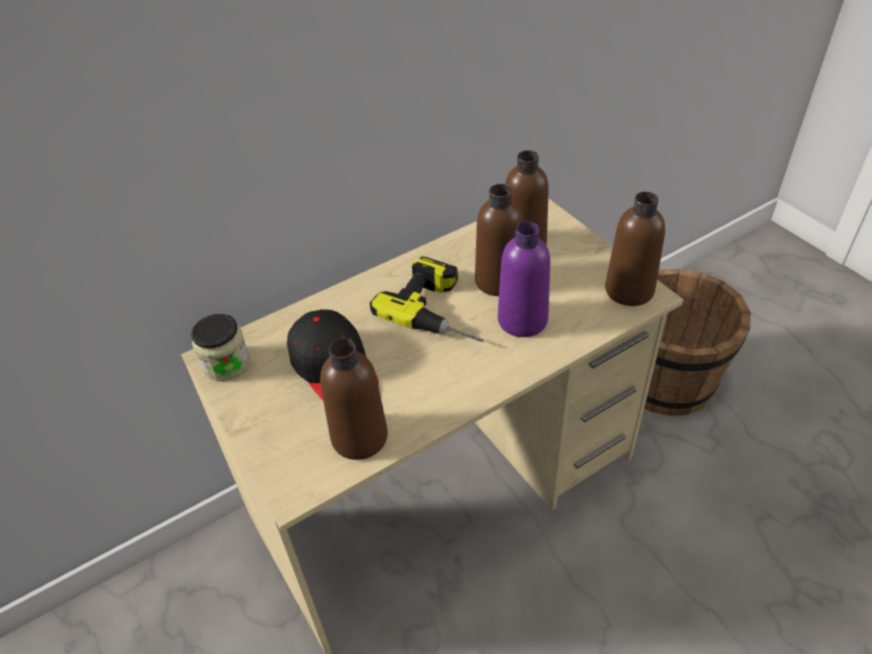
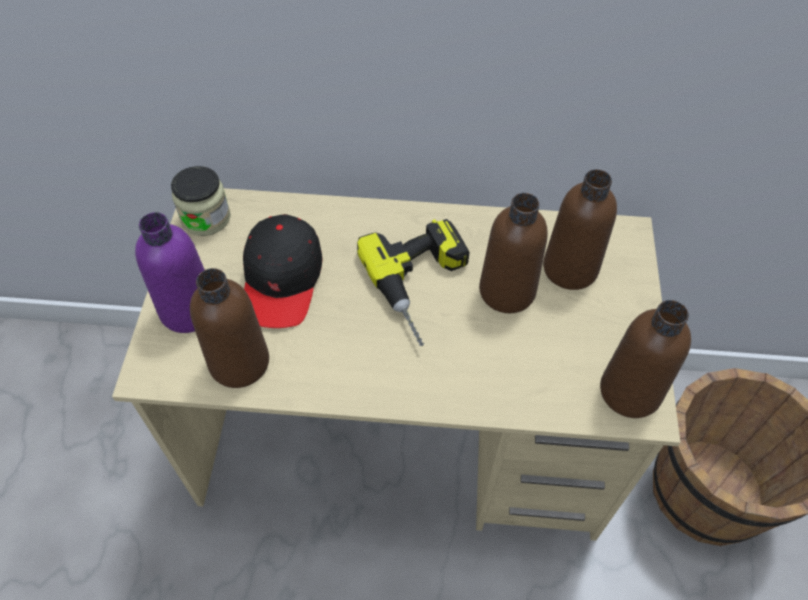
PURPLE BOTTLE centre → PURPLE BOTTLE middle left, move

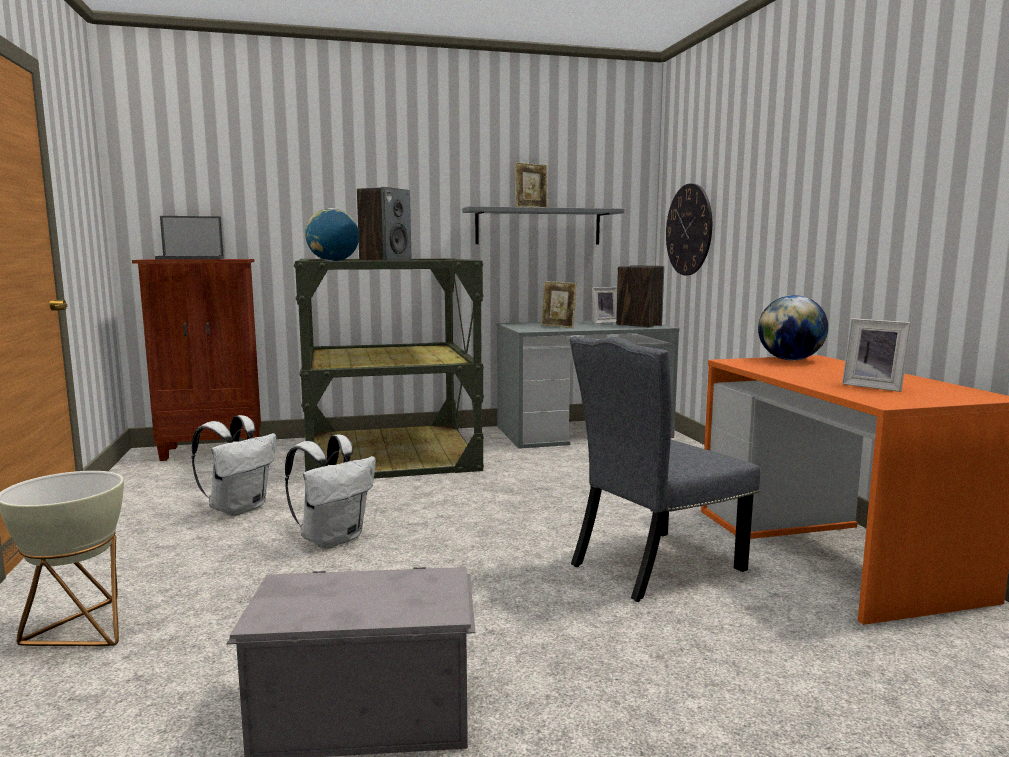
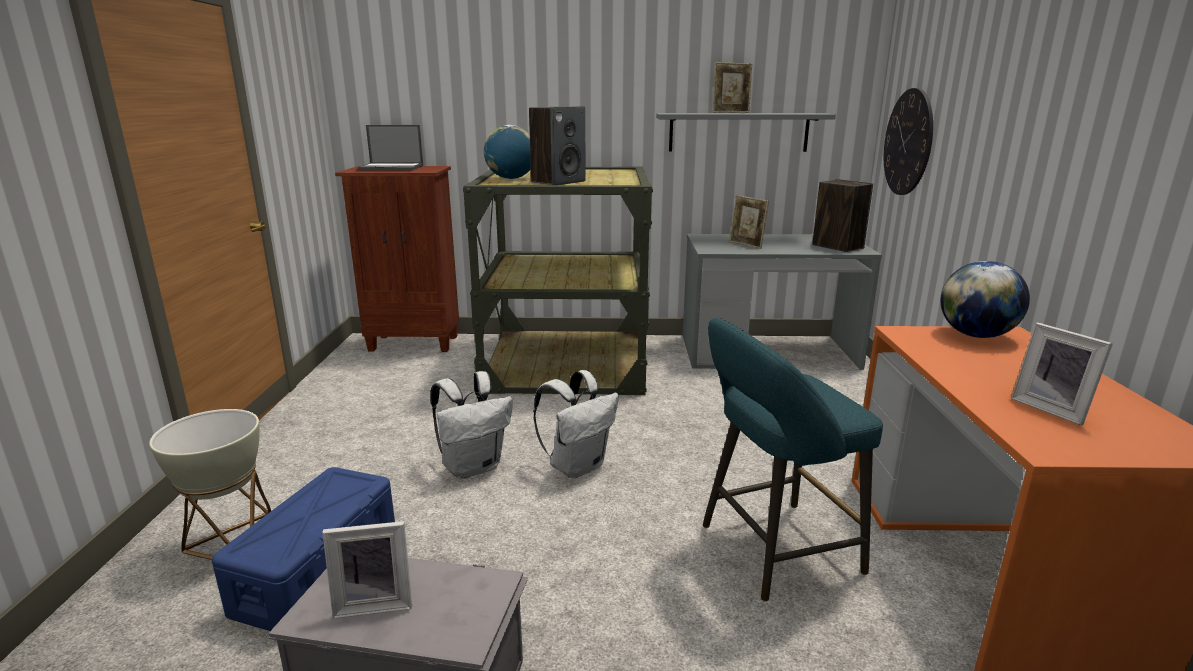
PICTURE FRAME (3rd from left in the first image) centre → PICTURE FRAME (1st from left) bottom left, move
GREY CHAIR centre → TURQUOISE STOOL bottom centre
WHITE BACKPACK (1st from left in the first image) middle left → WHITE BACKPACK (2nd from left) centre, move
- → BLUE STORAGE BOX bottom left

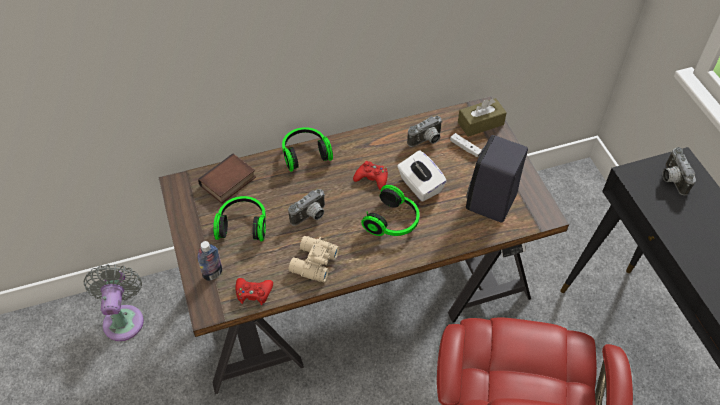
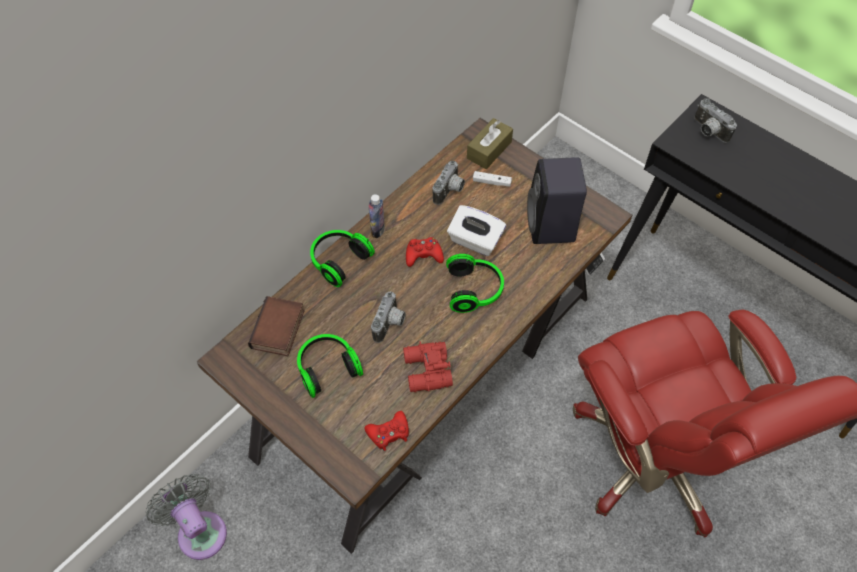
BEIGE BINOCULARS centre → RED BINOCULARS centre
BOTTLE middle left → BOTTLE centre, move

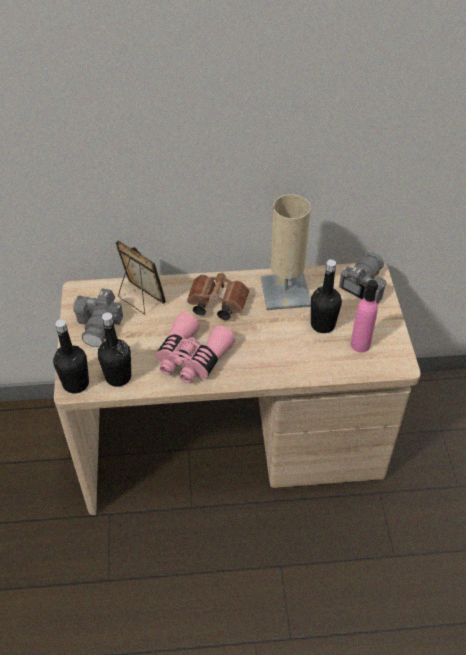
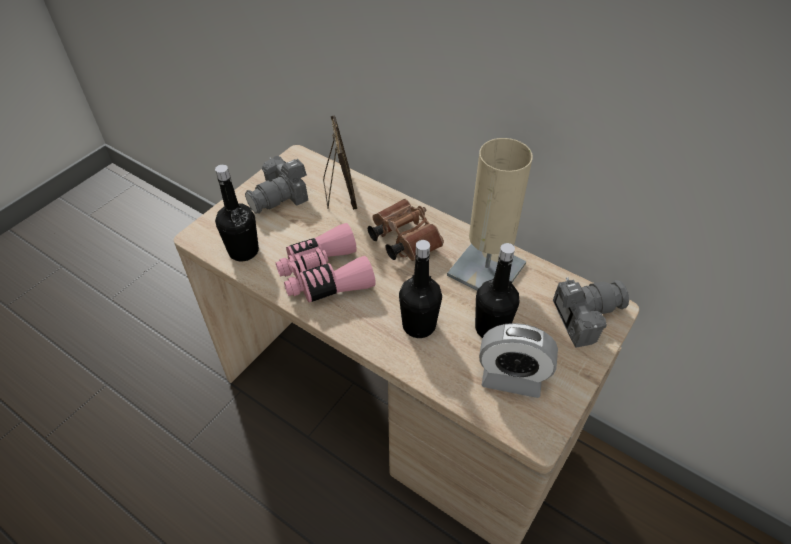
PINK BOTTLE middle right → ALARM CLOCK centre
BLACK BOTTLE (1st from left in the first image) middle left → BLACK BOTTLE (2nd from left) centre, move

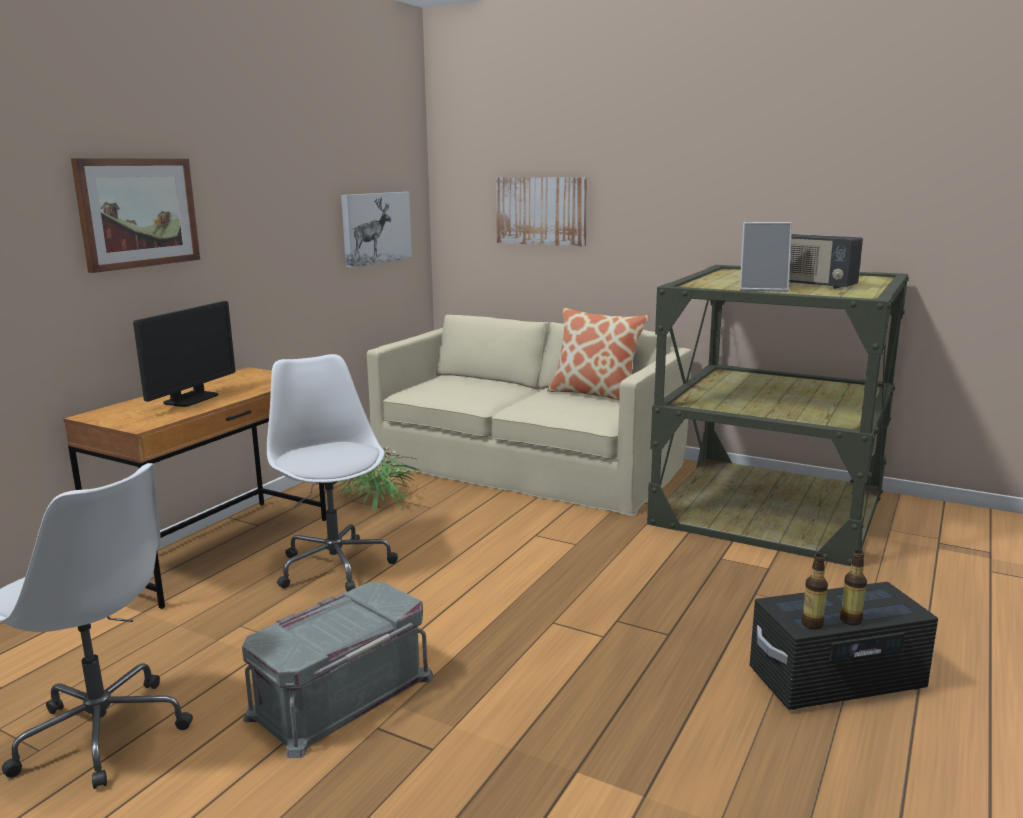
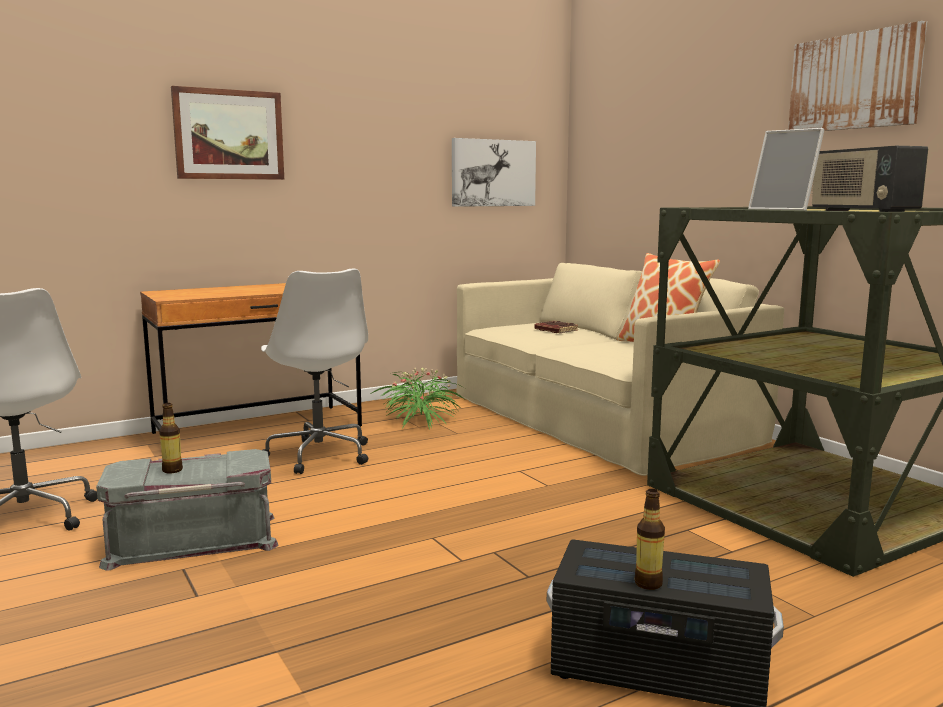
PICTURE (3rd from left) top centre → PICTURE (3rd from left) top right, move
MONITOR middle left → -
WHITE OFFICE CHAIR (2nd from left) middle left → WHITE OFFICE CHAIR (2nd from left) centre, 150 degrees clockwise
BOTTLE (1st from left) bottom right → BOTTLE (1st from left) middle left, move
- → BROWN BOOK centre

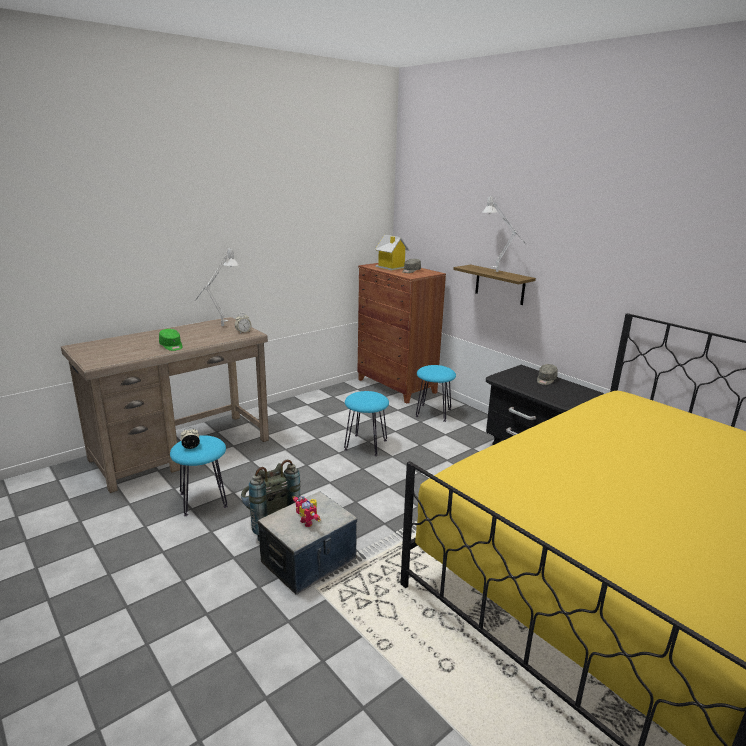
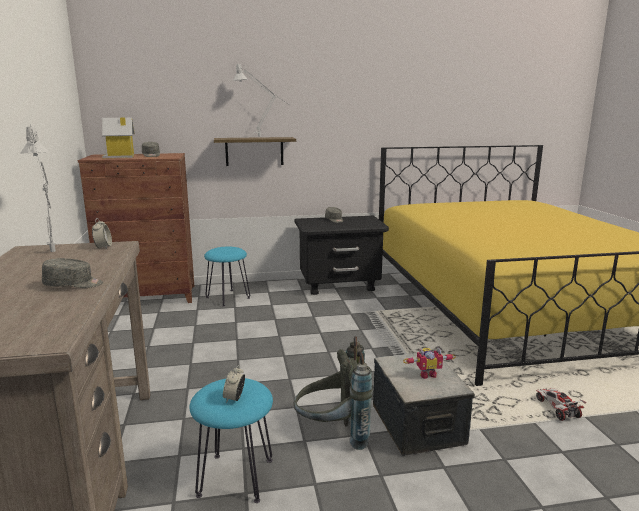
GREEN CAP middle left → GREY CAP (1st from left) middle left
TURQUOISE STOOL (2nd from left) centre → -
- → TOY CAR bottom right

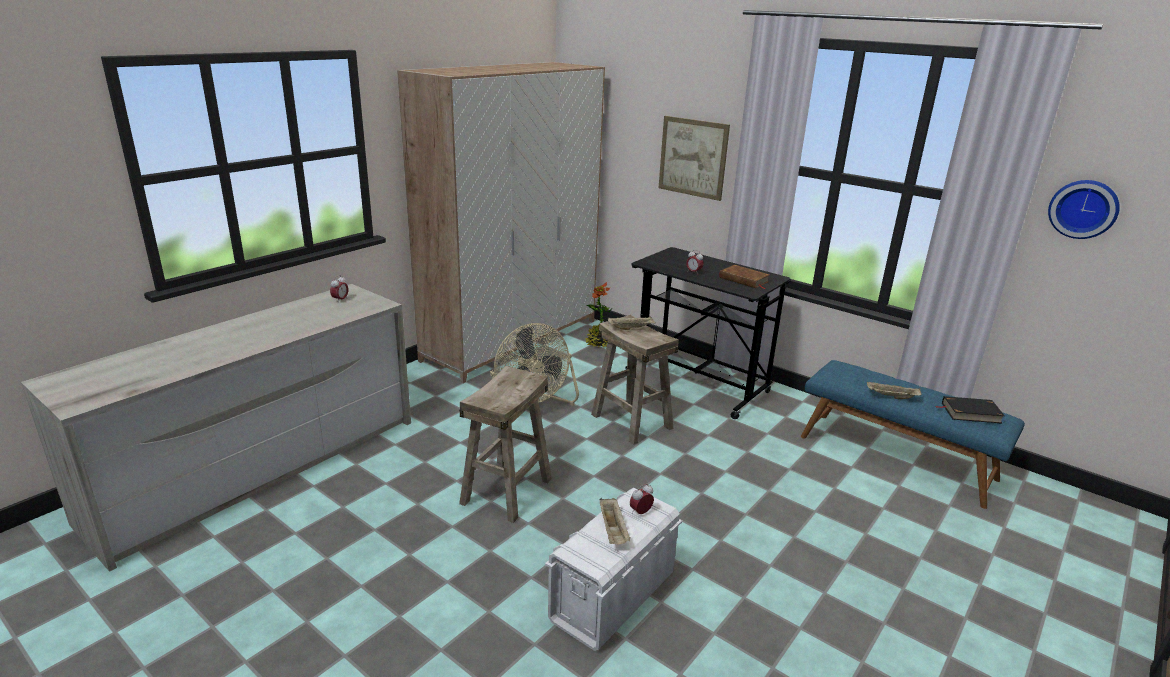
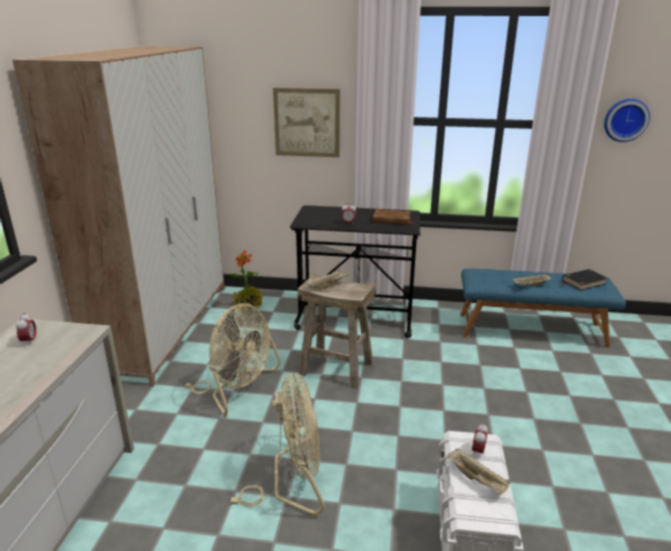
BEIGE STOOL (1st from left) centre → BEIGE FAN (2nd from left) bottom centre

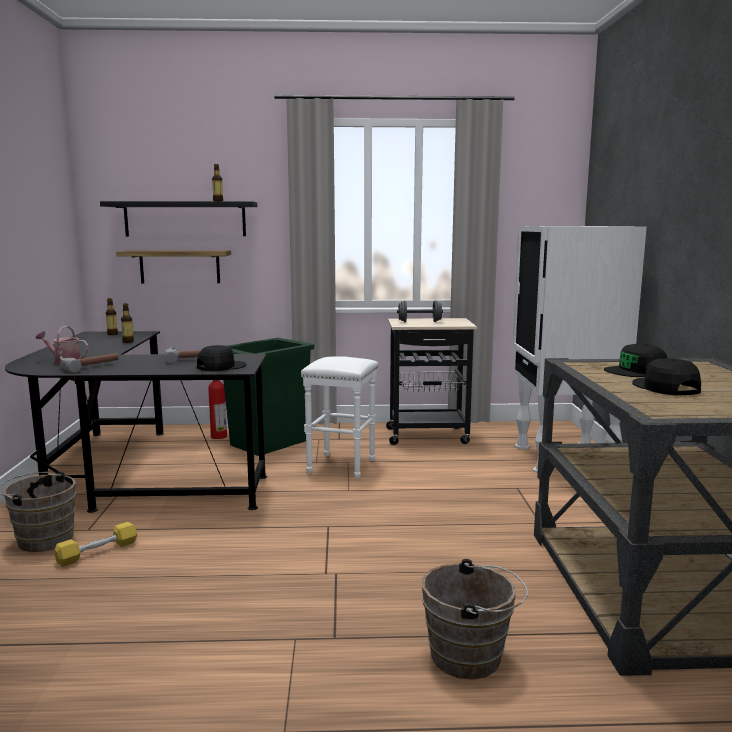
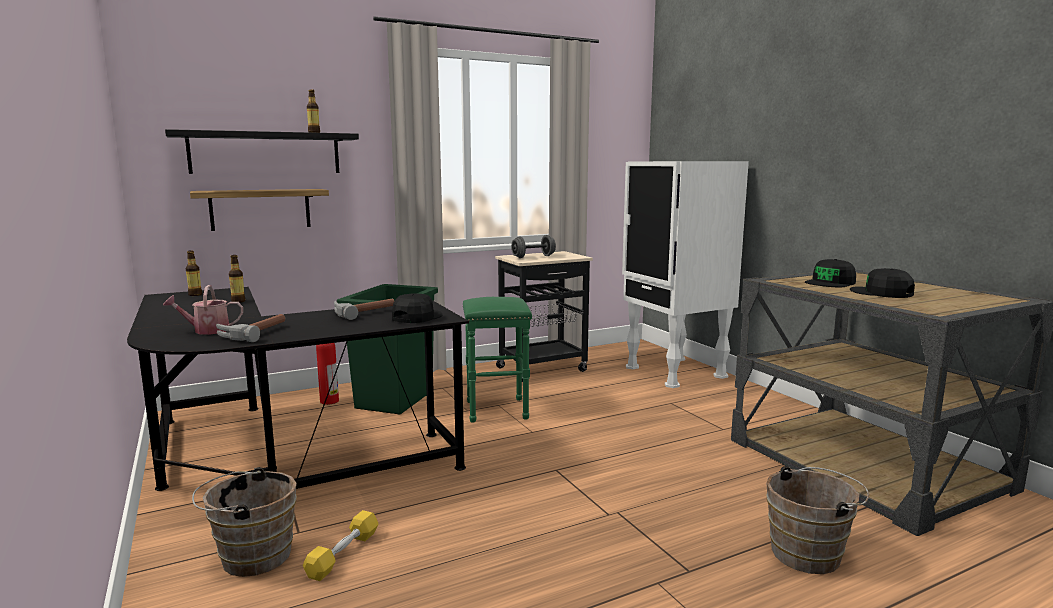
WHITE STOOL centre → GREEN STOOL centre

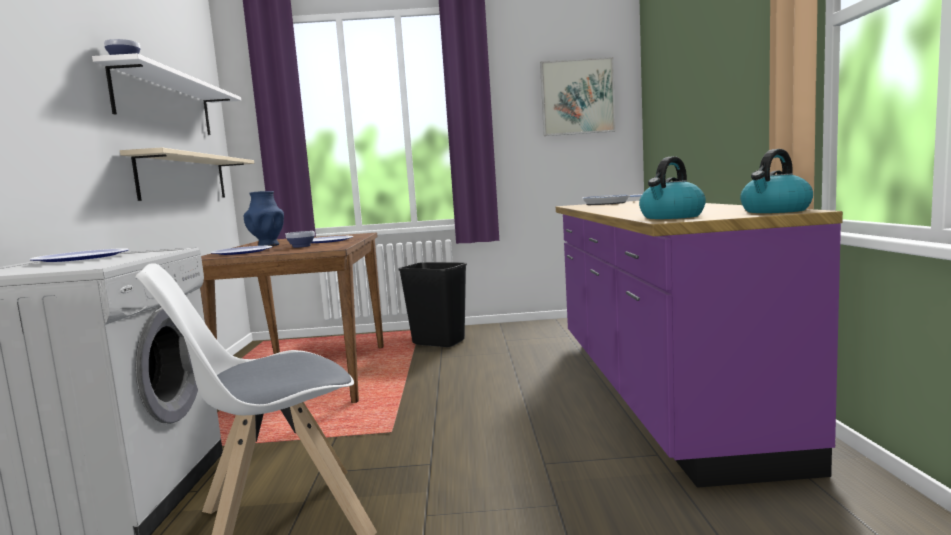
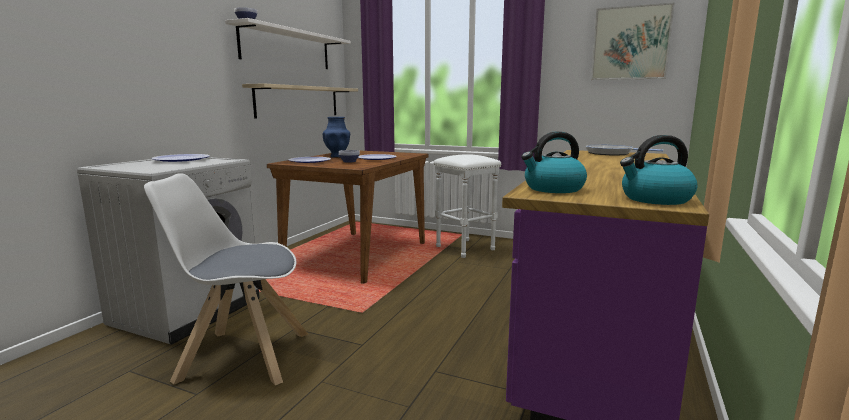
BLACK TRASH CAN centre → WHITE STOOL centre

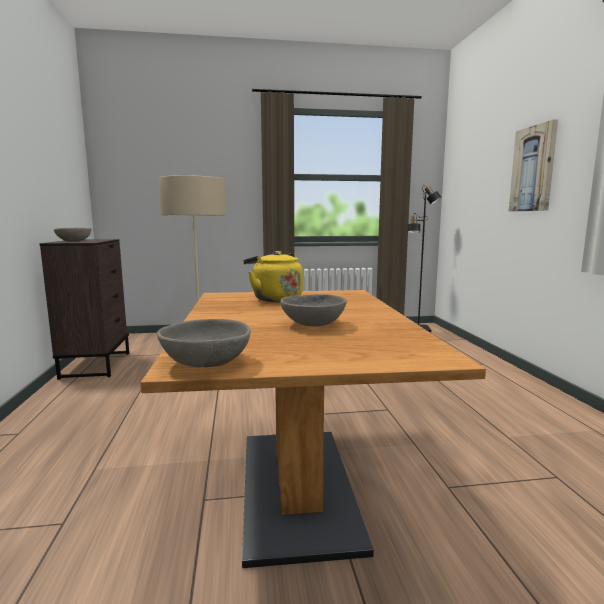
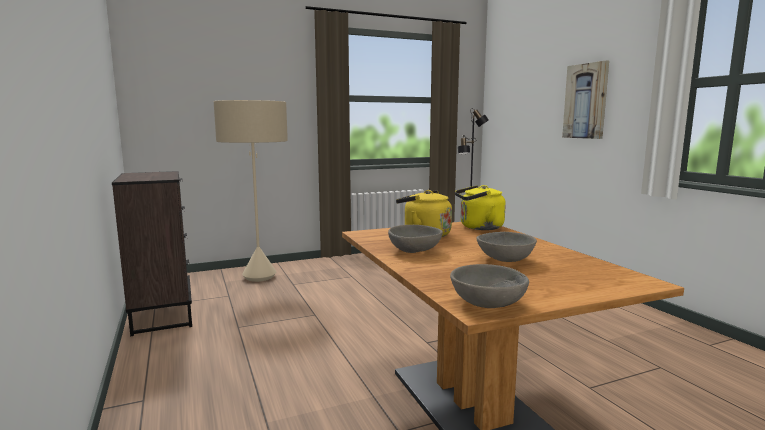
GREY BOWL (1st from left) middle left → GREY BOWL (1st from left) centre, move
- → YELLOW KETTLE (2nd from left) centre

